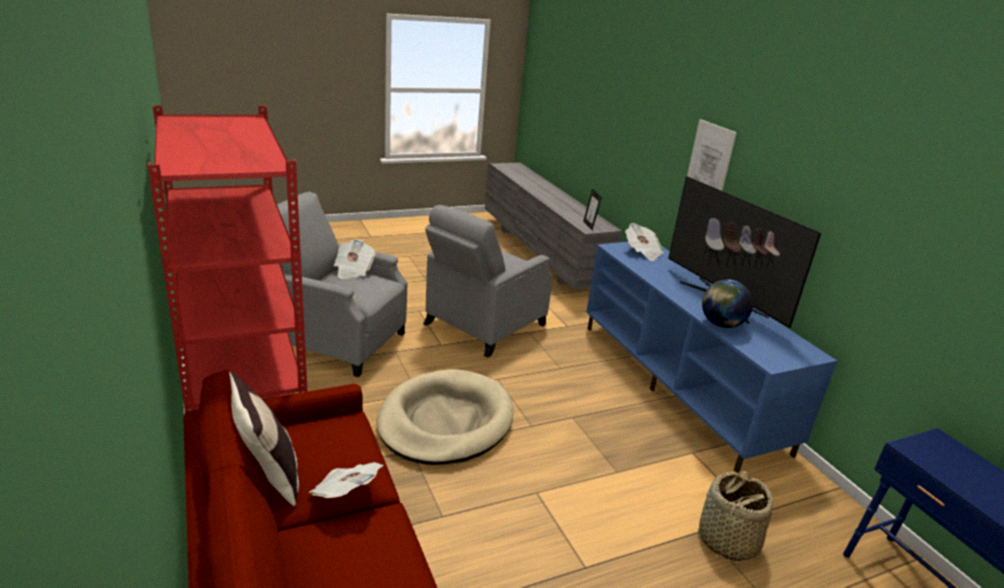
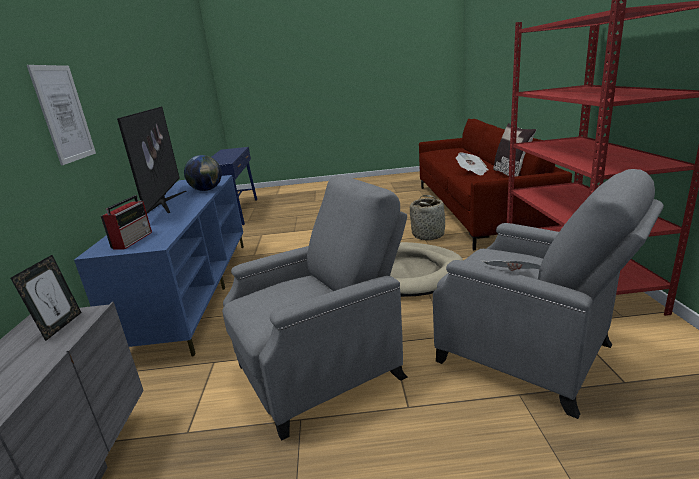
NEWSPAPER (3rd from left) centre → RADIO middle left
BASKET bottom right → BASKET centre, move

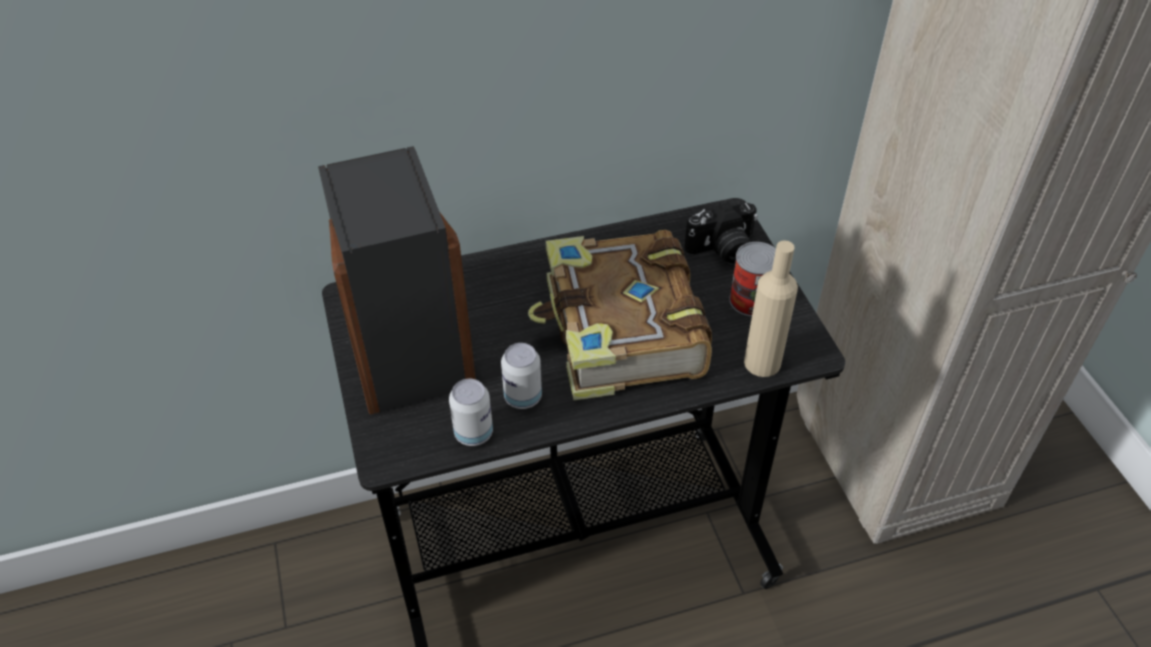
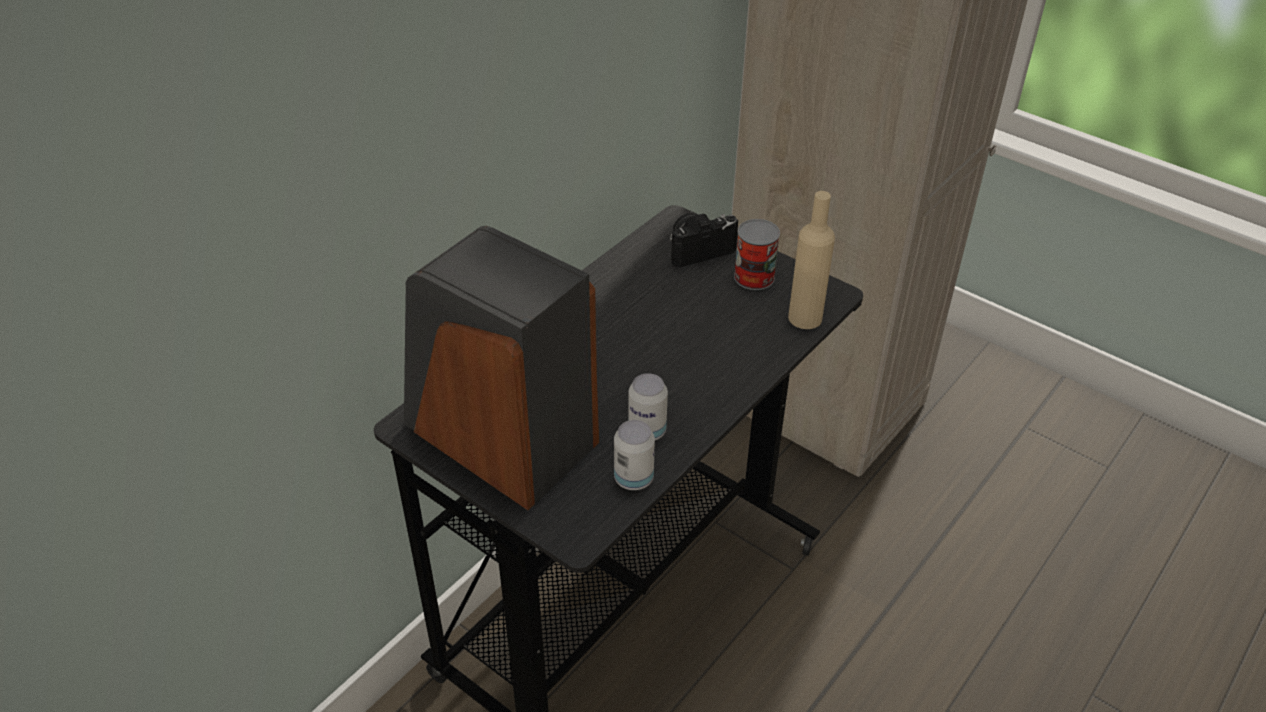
PHOTO CAMERA centre, 150 degrees counterclockwise
BOOK centre → -

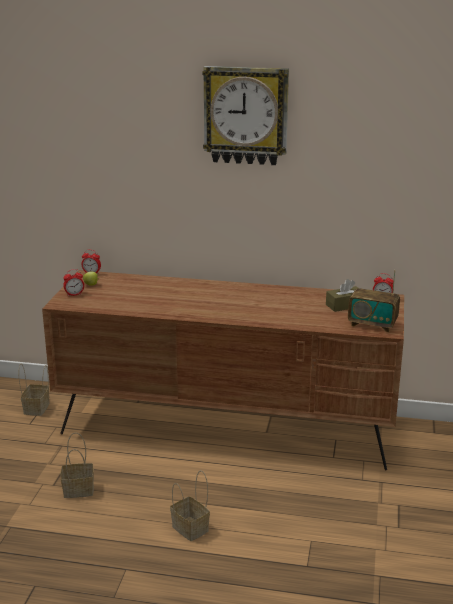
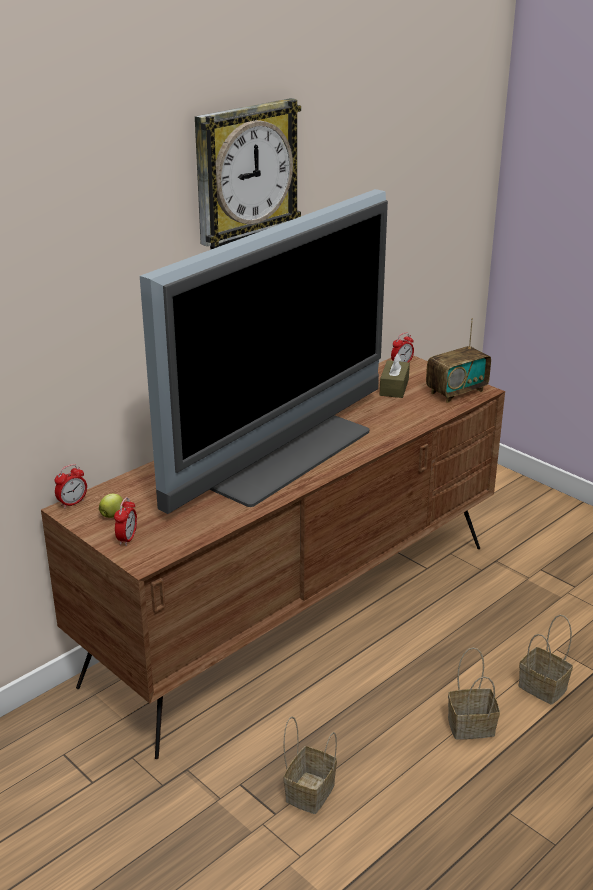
BASKET (1st from left in the first image) middle left → BASKET (3rd from left) bottom right, move
- → TELEVISION centre

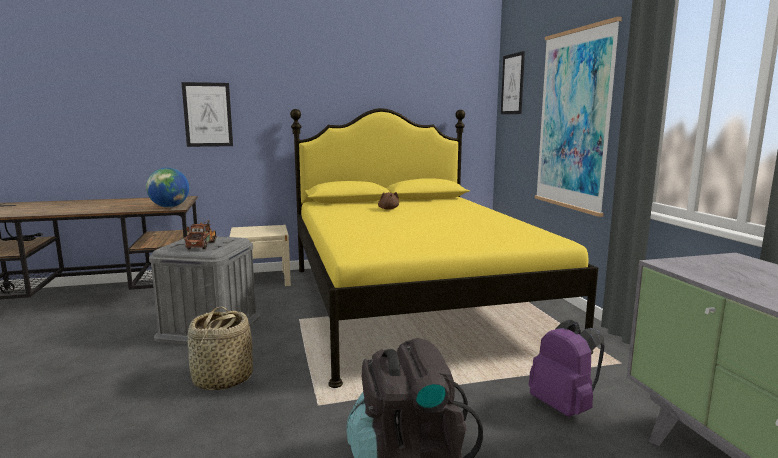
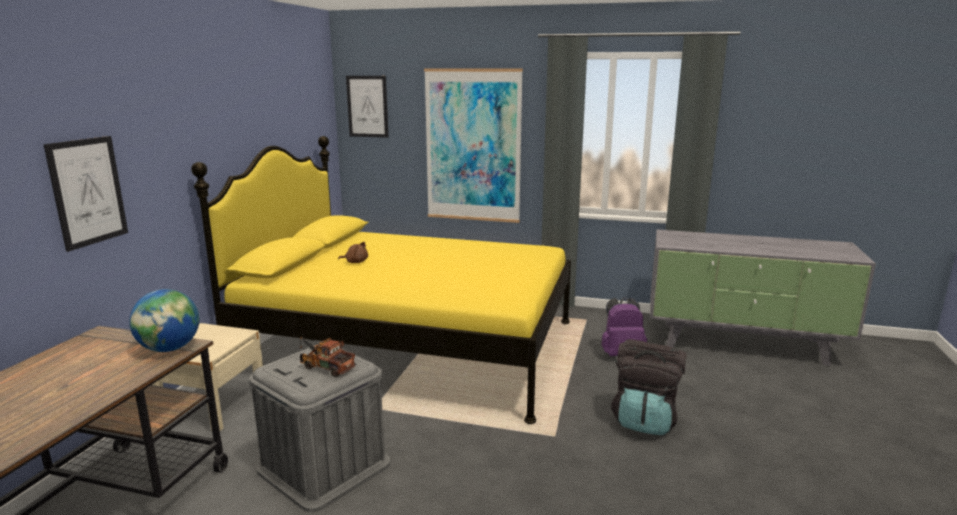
BASKET bottom left → -

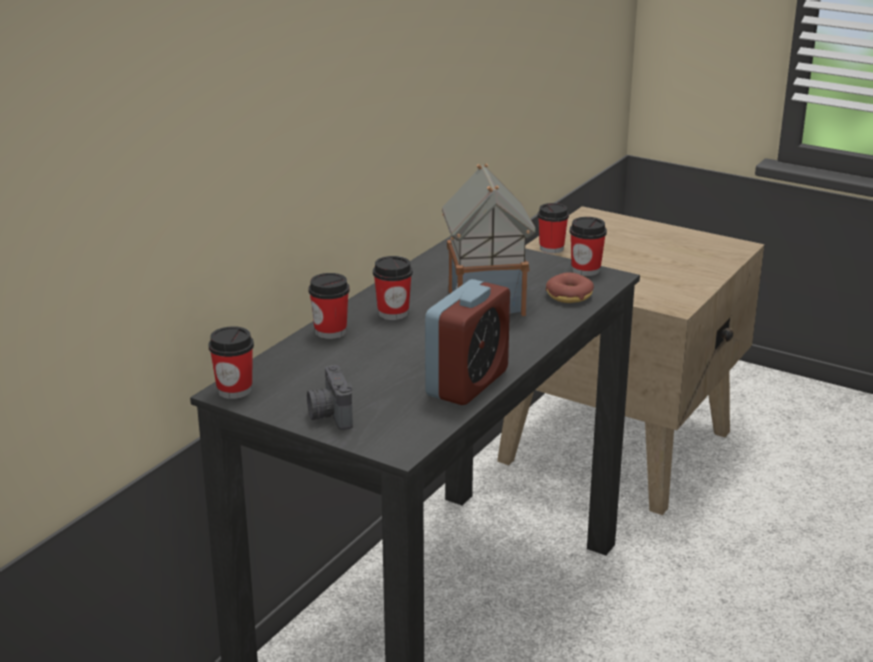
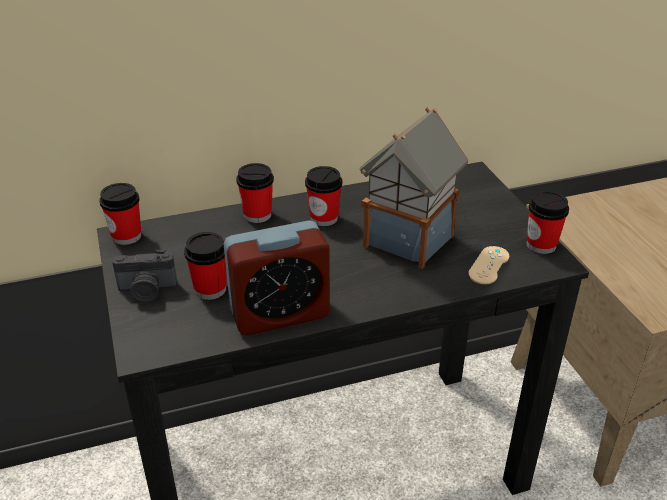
CUP (4th from left in the first image) centre → CUP (2nd from left) middle left, move
DONUT centre → BEIGE GAME CONTROLLER middle right
PHOTO CAMERA centre → PHOTO CAMERA middle left, 120 degrees counterclockwise

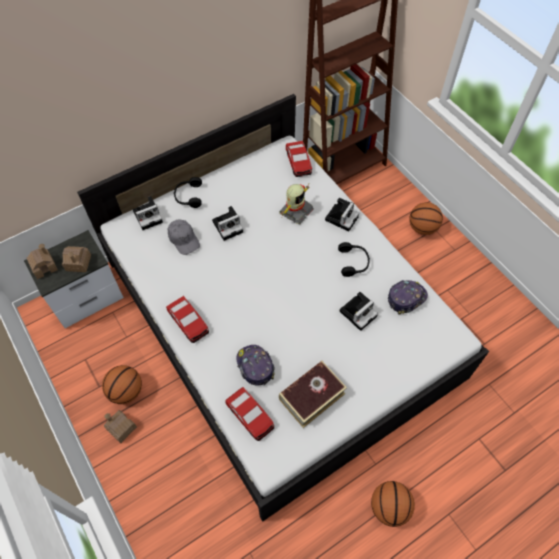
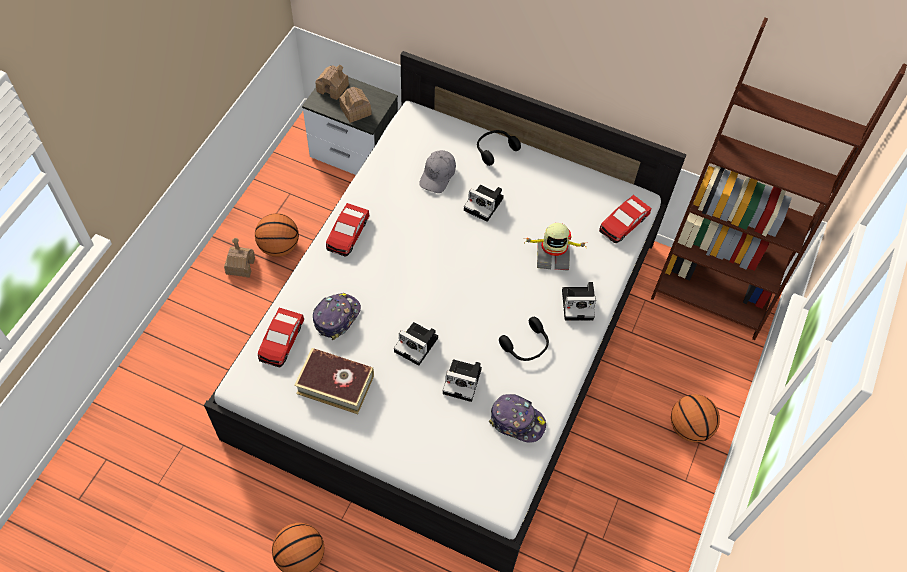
PHOTO CAMERA (1st from left) middle left → PHOTO CAMERA (1st from left) centre, move

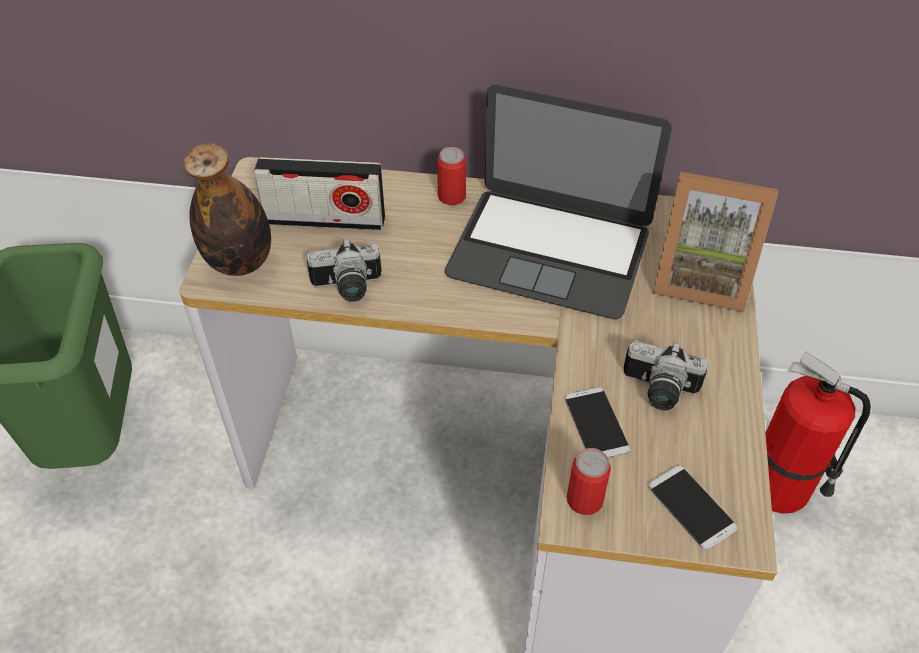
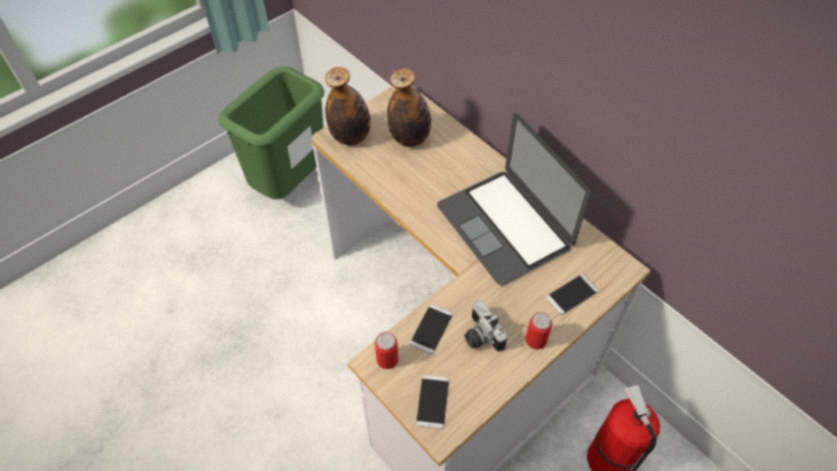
CAN (1st from left in the first image) top centre → CAN (2nd from left) bottom centre, move
RADIO top centre → BOTTLE (2nd from left) top centre
PICTURE FRAME middle right → PHONE (3rd from left) middle right
PHOTO CAMERA (1st from left) centre → -

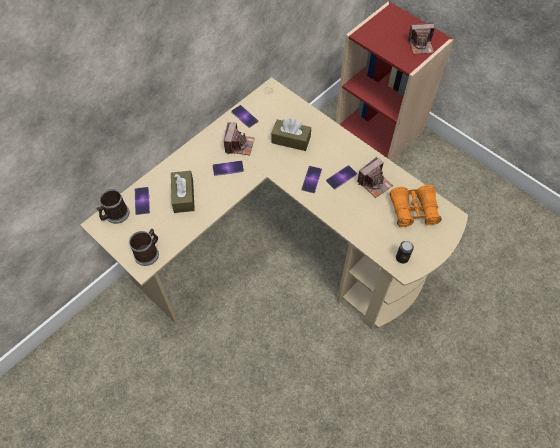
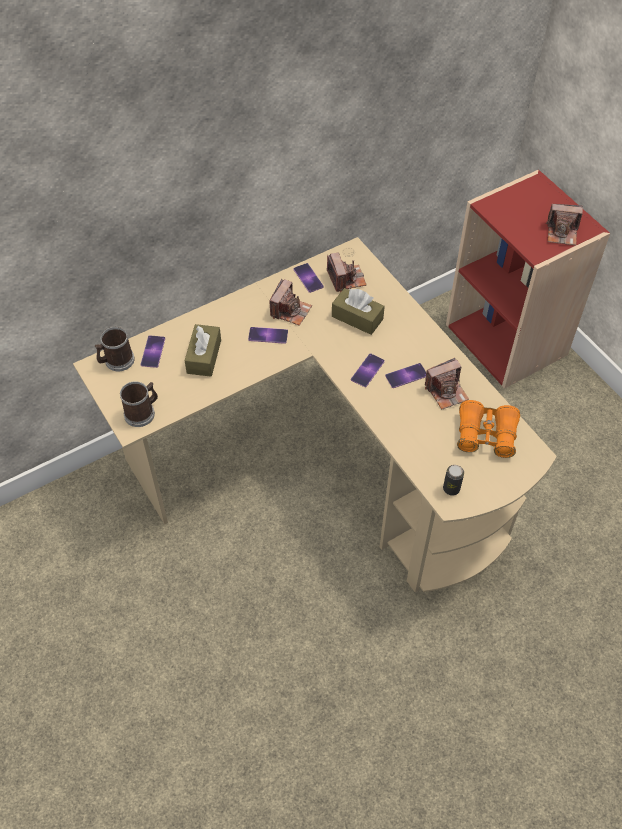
- → PHOTO CAMERA (2nd from left) top centre

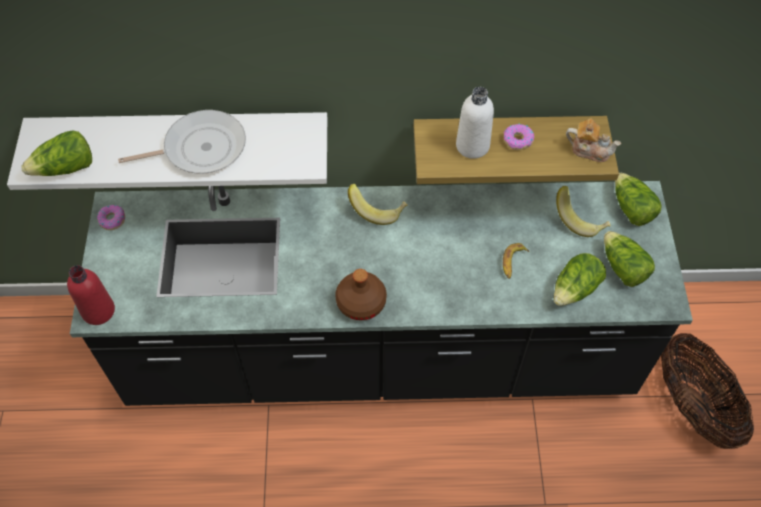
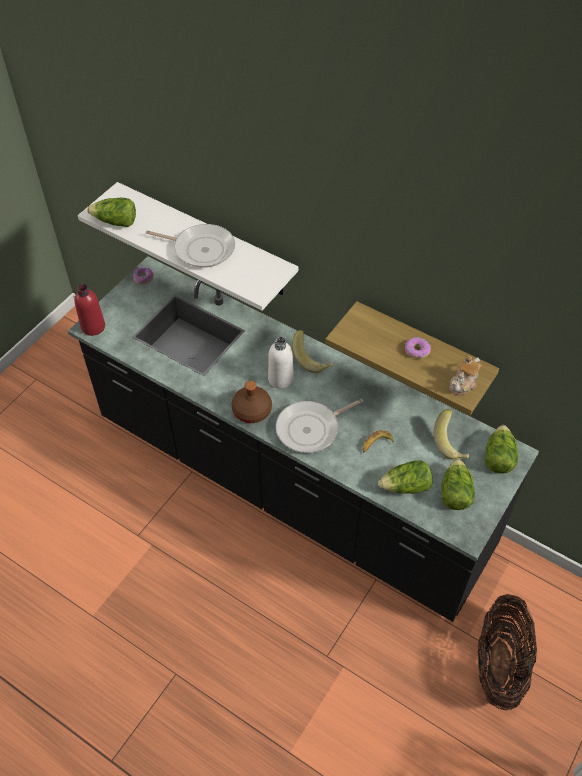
WHITE BOTTLE top centre → WHITE BOTTLE centre, move
TEAPOT top right → TEAPOT middle right, 75 degrees clockwise
- → FRYING PAN (2nd from left) centre

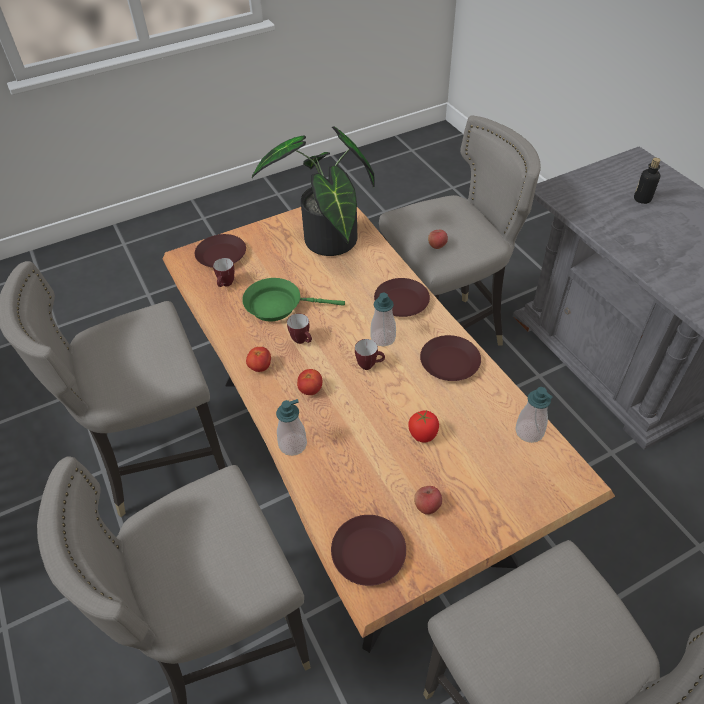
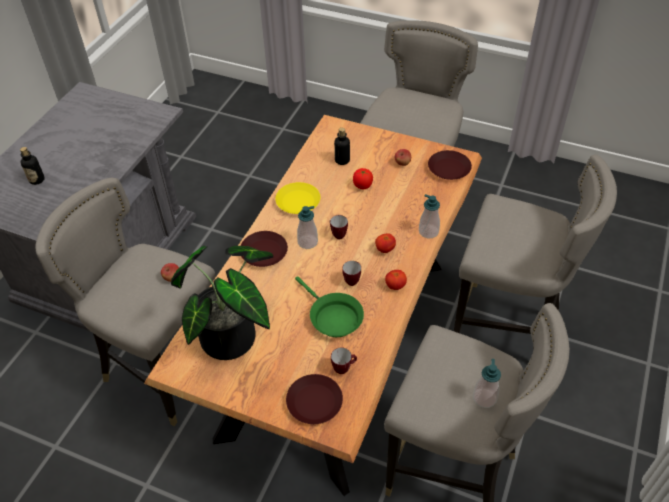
BROWN PLATE (4th from left) centre → YELLOW PLATE centre
SOAP DISPENSER (3rd from left) middle right → SOAP DISPENSER (3rd from left) bottom right, move
- → BOTTLE (2nd from left) top centre

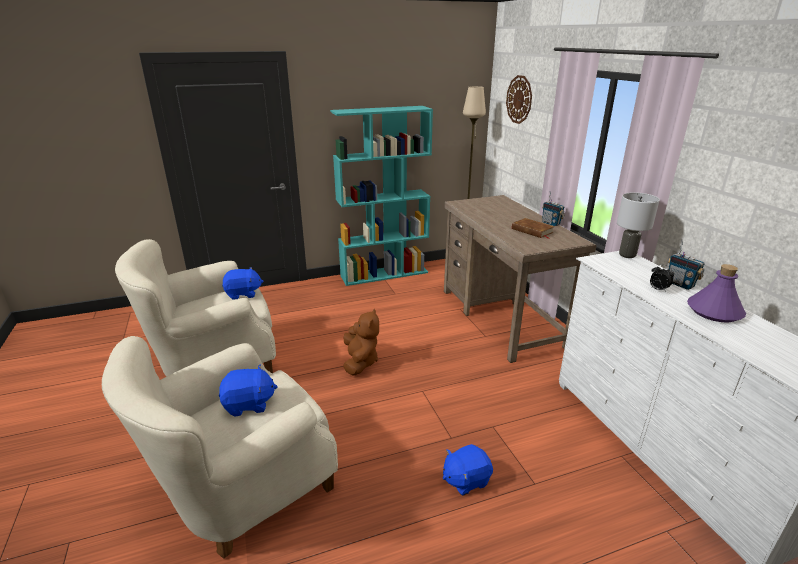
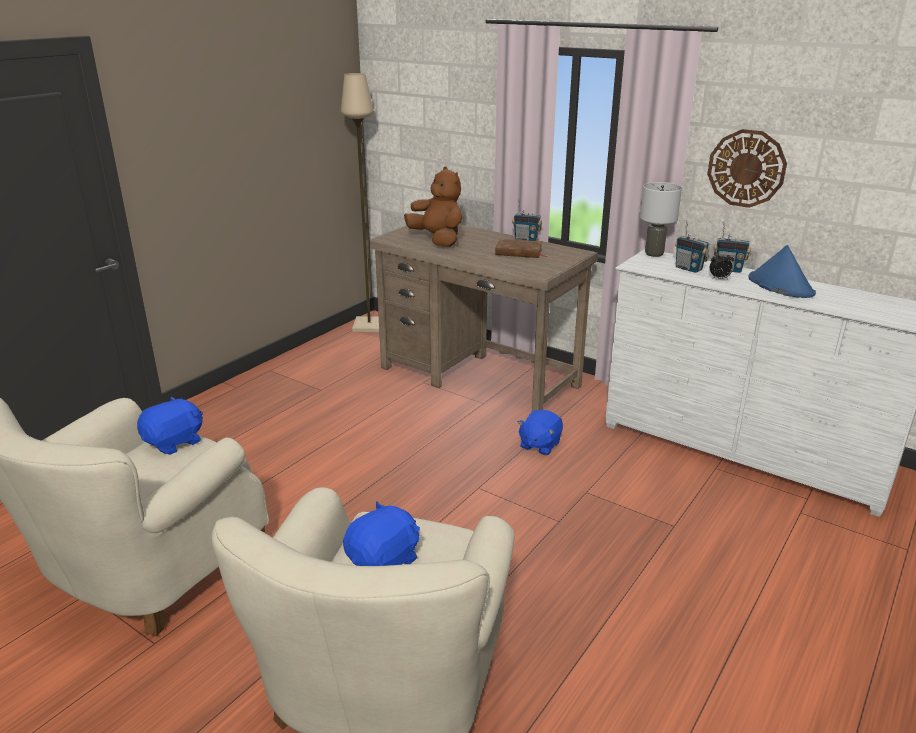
WALL CLOCK top centre → WALL CLOCK top right, move
TURQUOISE BOOKCASE centre → -
PURPLE BOTTLE middle right → BLUE HAT middle right
BROWN PLUSH TOY centre → BROWN PLUSH TOY top centre, move
BLUE PLUSH TOY (3rd from left) bottom centre → BLUE PLUSH TOY (3rd from left) centre, move
- → RADIO (2nd from left) middle right

